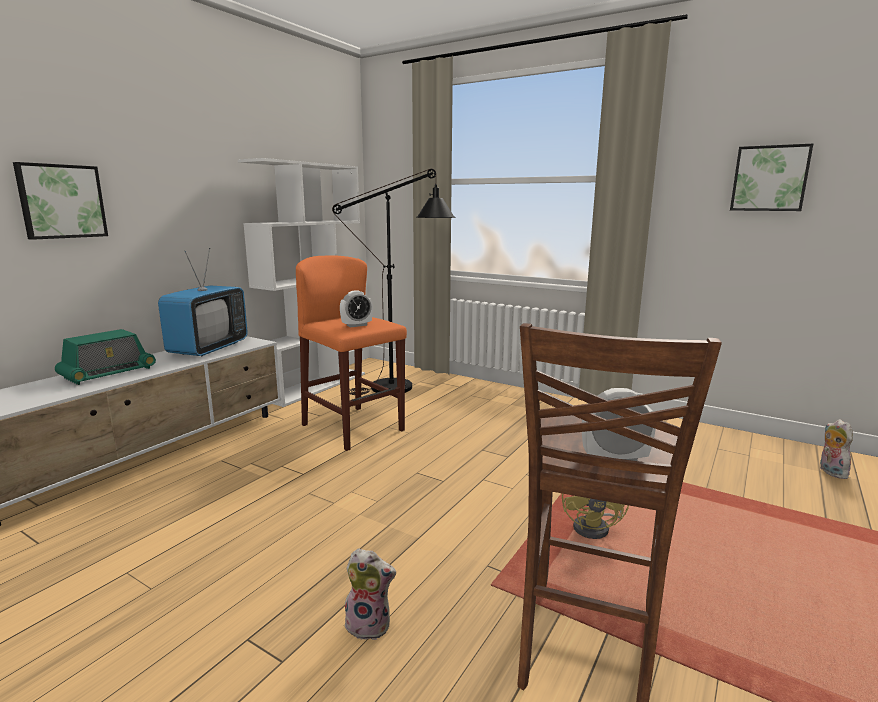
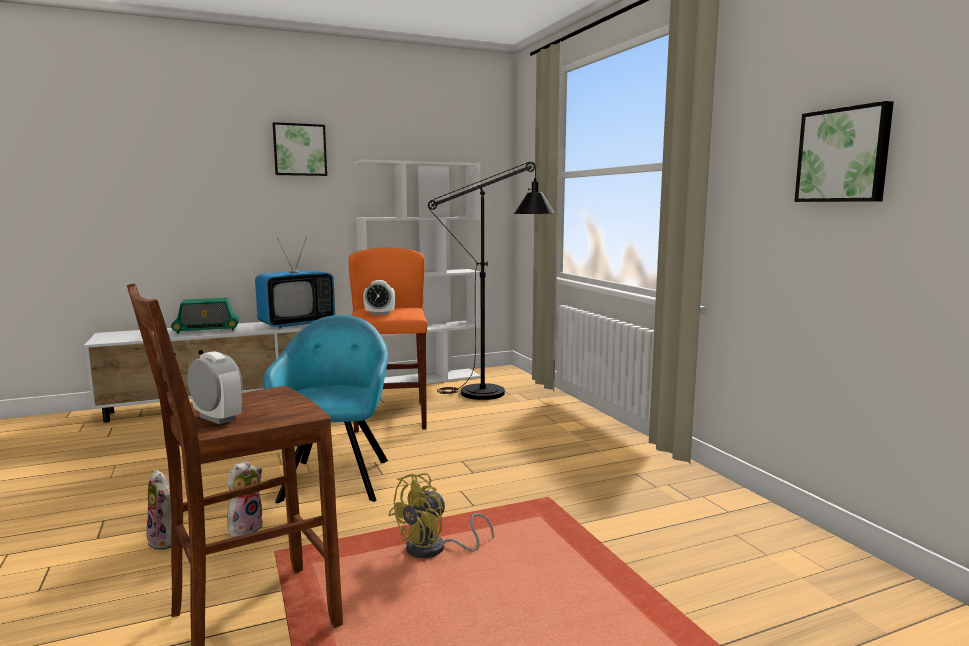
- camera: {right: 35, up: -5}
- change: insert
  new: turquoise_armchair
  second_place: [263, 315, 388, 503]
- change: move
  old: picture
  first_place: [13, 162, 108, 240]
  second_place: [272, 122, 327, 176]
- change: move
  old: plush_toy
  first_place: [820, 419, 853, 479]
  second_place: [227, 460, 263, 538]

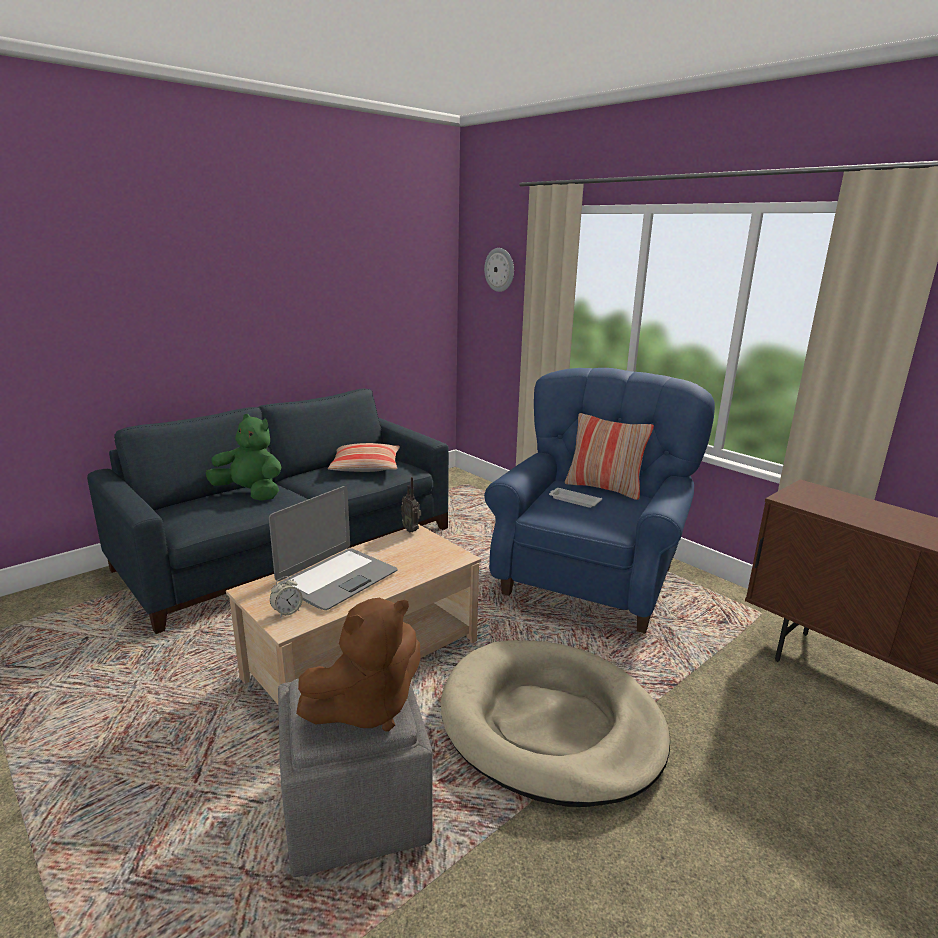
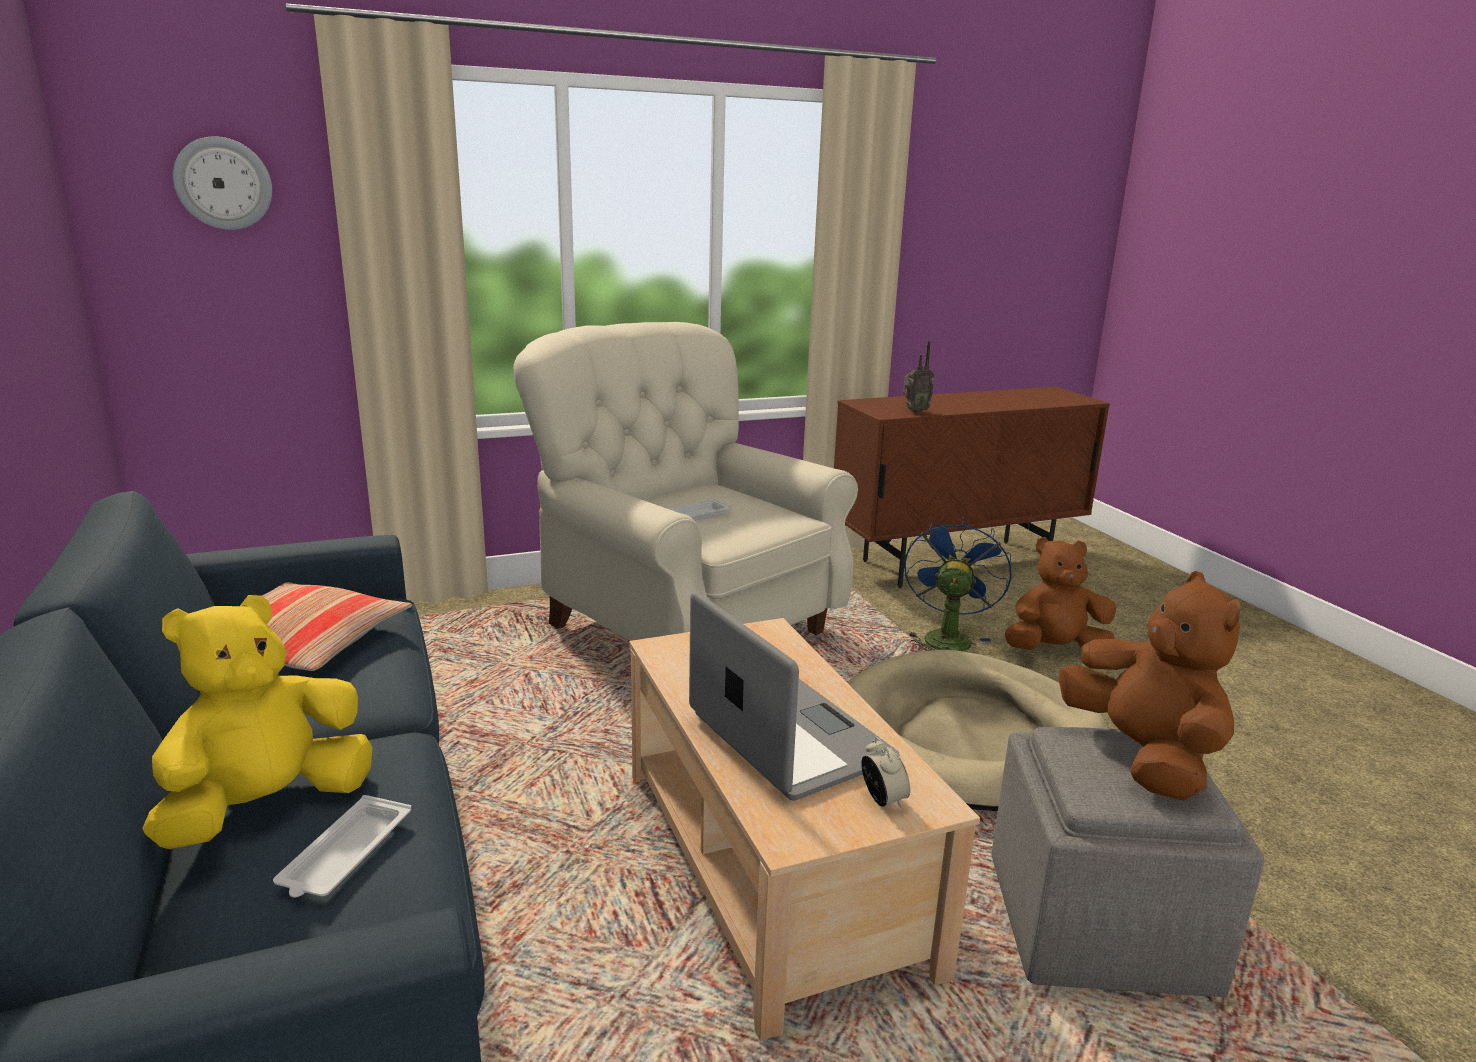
- camera: {right: -70, up: 0}
- change: delete
  old: pillow
  first_place: [565, 413, 654, 500]
- change: insert
  new: white_tray
  second_place: [273, 795, 411, 898]
- change: insert
  new: blue_fan
  second_place: [904, 516, 1012, 651]
- change: insert
  new: brown_plush_toy
  second_place: [1005, 537, 1116, 650]
- change: move
  old: radio
  first_place: [401, 477, 421, 532]
  second_place: [903, 341, 934, 413]
- change: recolor
  old: green_plush_toy
  new: yellow_plush_toy
  first_place: [206, 414, 281, 501]
  second_place: [142, 595, 373, 849]
- change: recolor
  old: blue_armchair
  new: beige_armchair
  first_place: [484, 368, 715, 633]
  second_place: [514, 322, 858, 641]

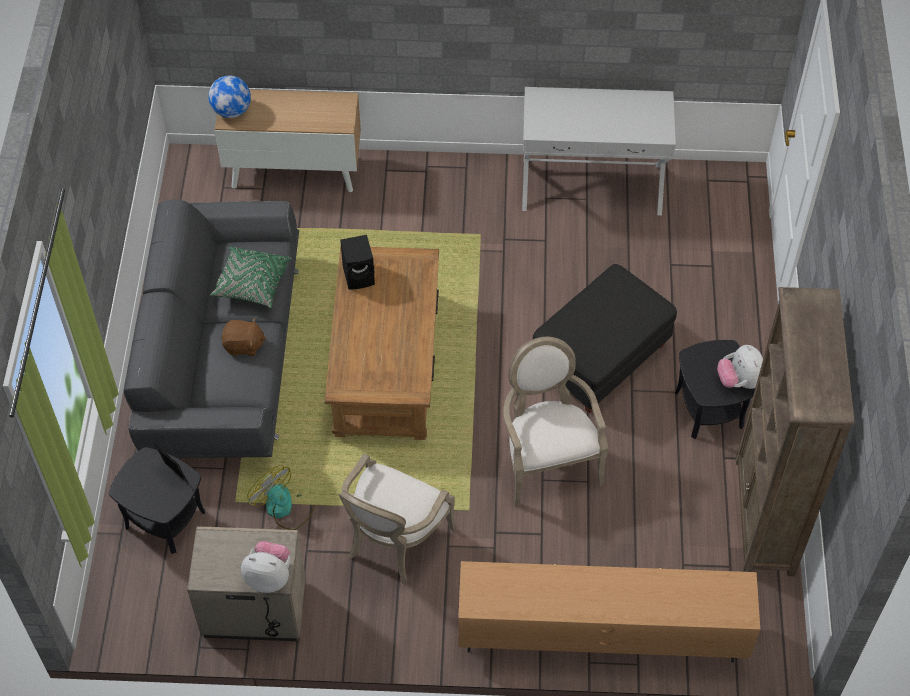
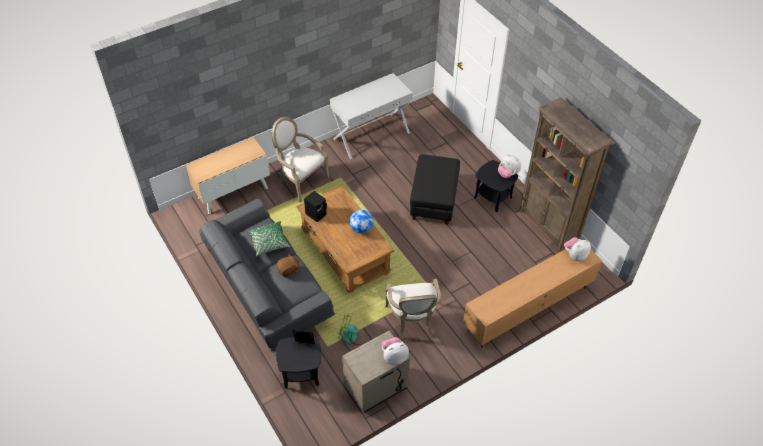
- camera: {right: -35, up: -5}
- change: insert
  new: plush_toy
  second_place: [564, 237, 591, 261]
- change: move
  old: globe
  first_place: [208, 75, 251, 118]
  second_place: [350, 210, 373, 234]
- change: move
  old: armchair
  first_place: [503, 337, 608, 507]
  second_place: [271, 117, 330, 203]

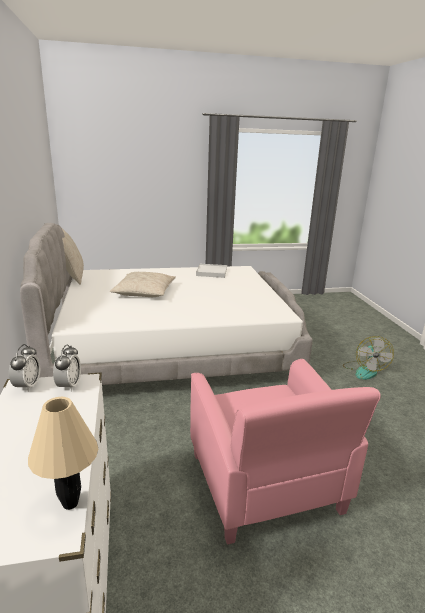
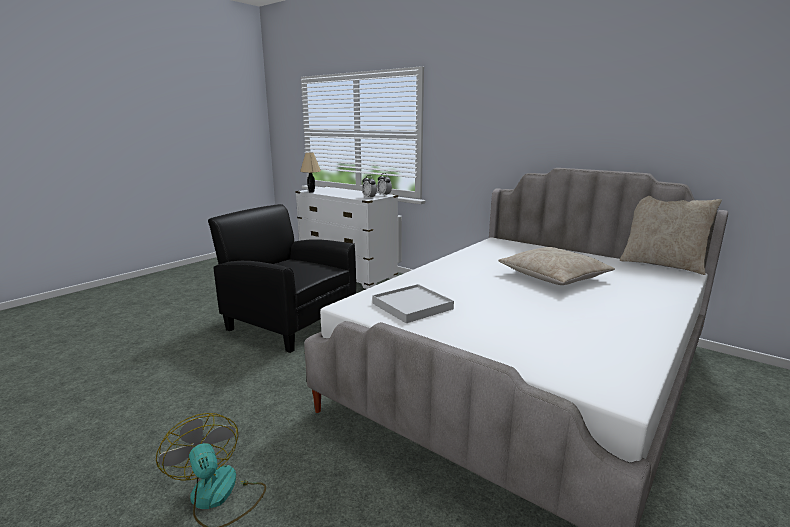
- camera: {right: 140, up: -5}
- change: move
  old: white_tray
  first_place: [196, 264, 227, 278]
  second_place: [372, 284, 454, 323]
- change: recolor
  old: pink_armchair
  new: black_armchair
  first_place: [190, 359, 381, 545]
  second_place: [208, 204, 356, 353]

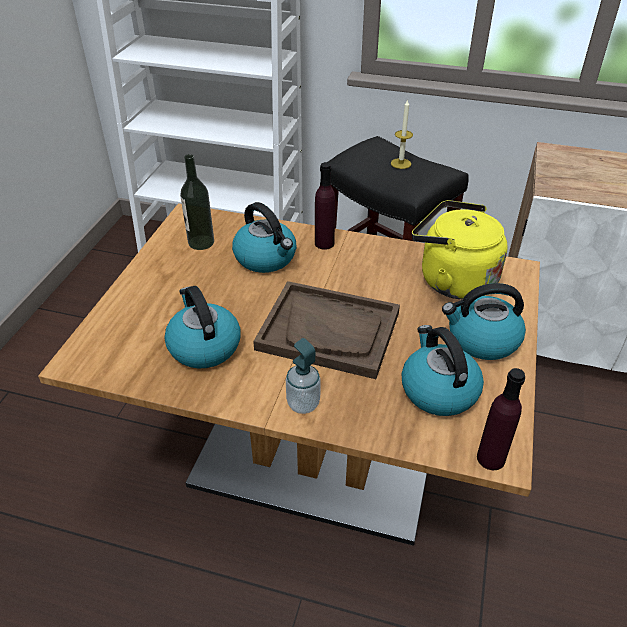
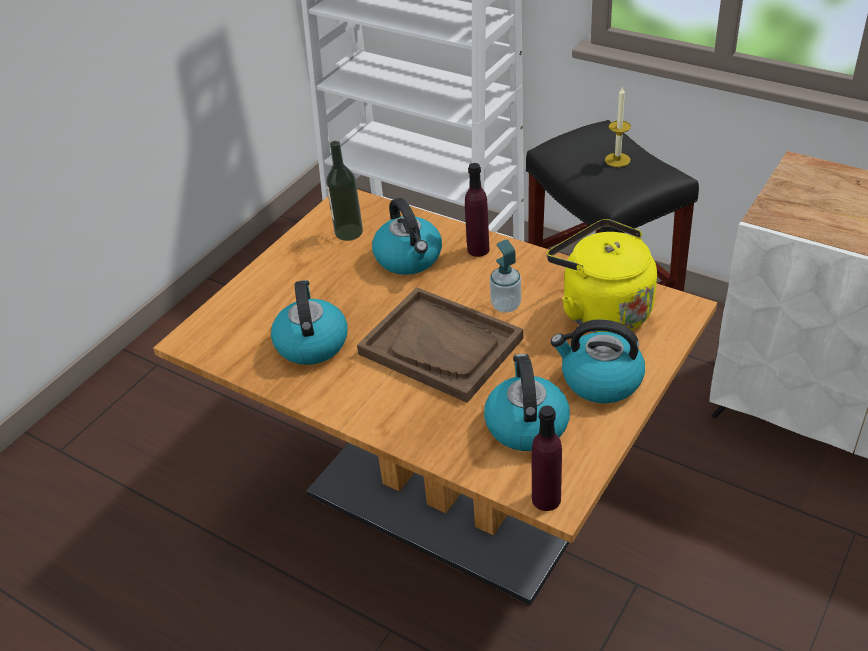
- camera: {right: 20, up: 0}
- change: move
  old: soap_dispenser
  first_place: [286, 338, 321, 414]
  second_place: [490, 239, 521, 313]

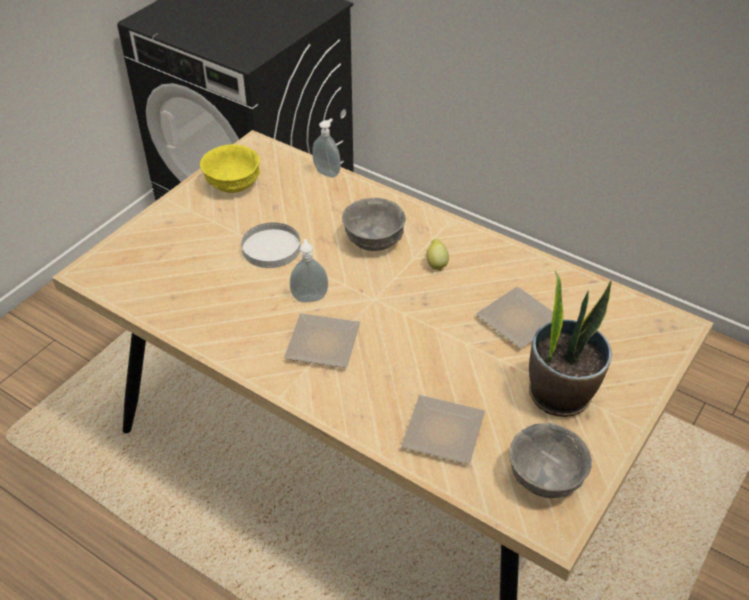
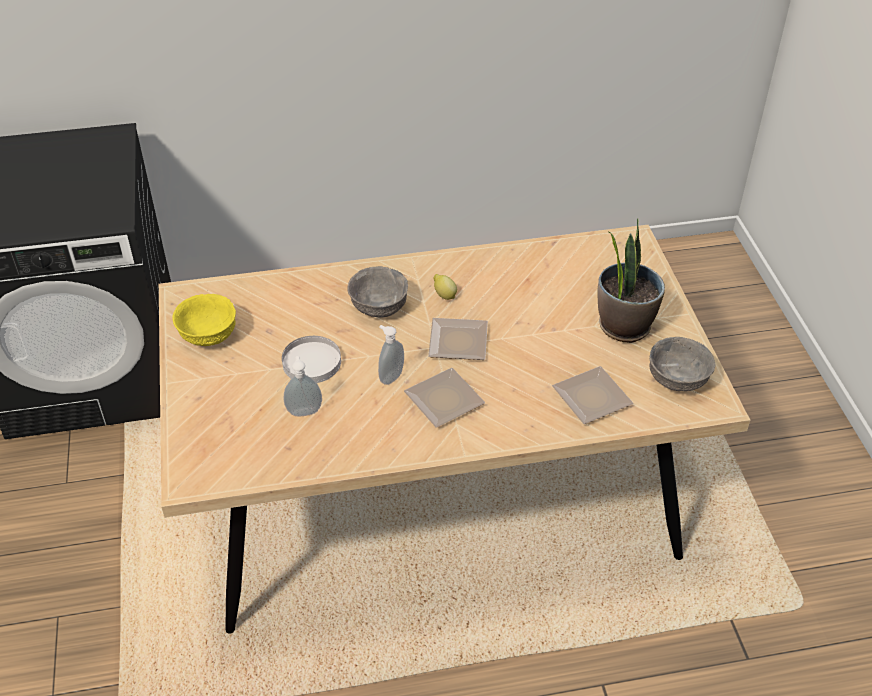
- camera: {right: -45, up: 0}
- change: move
  old: soap_dispenser
  first_place: [312, 118, 341, 178]
  second_place: [284, 356, 322, 416]
- change: move
  old: plate
  first_place: [476, 286, 553, 348]
  second_place: [428, 318, 488, 360]

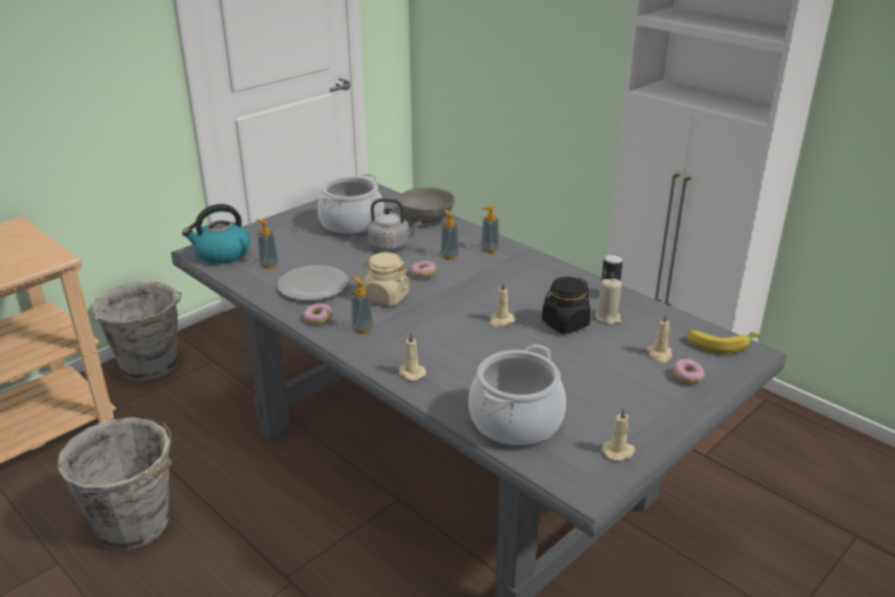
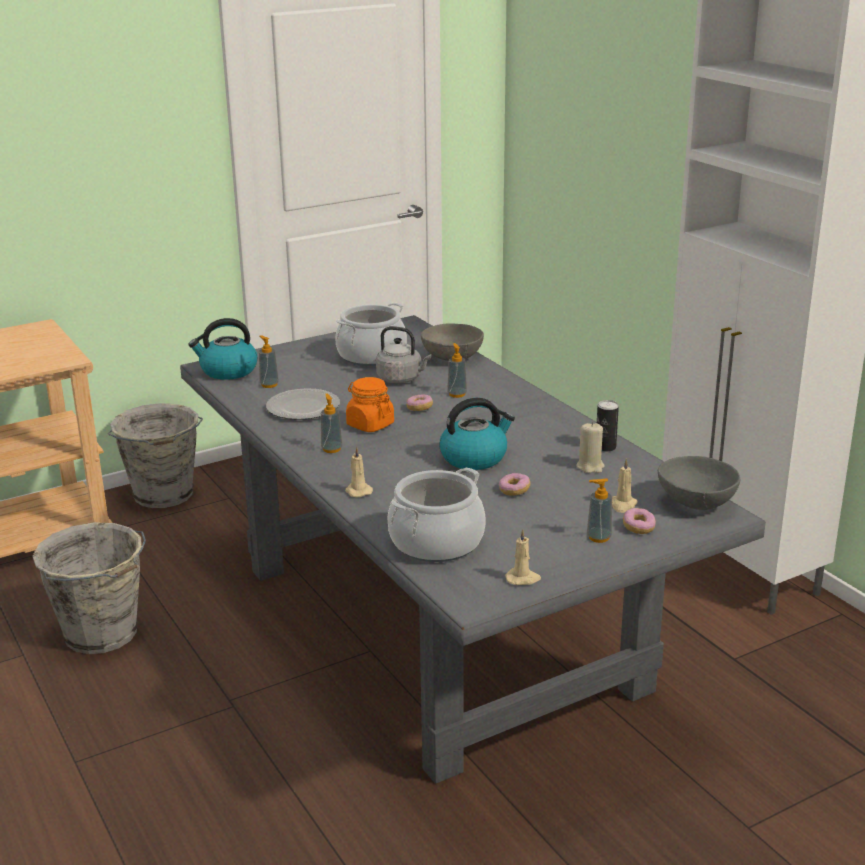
- camera: {right: 15, up: -5}
- change: delete
  old: black_jar
  first_place: [542, 277, 591, 334]
- change: move
  old: donut
  first_place: [303, 303, 332, 325]
  second_place: [499, 473, 530, 496]
- change: move
  old: soap_dispenser
  first_place: [481, 206, 499, 253]
  second_place: [587, 479, 612, 543]
- change: replace
  old: beige_candle
  new: kettle
  first_place: [489, 282, 515, 327]
  second_place: [439, 398, 515, 470]
- change: replace
  old: banana
  new: grey_bowl
  first_place: [687, 330, 762, 354]
  second_place: [658, 456, 740, 510]
- change: recolor
  old: beige_jar
  new: orange_jar
  first_place: [362, 252, 409, 306]
  second_place: [346, 377, 394, 432]

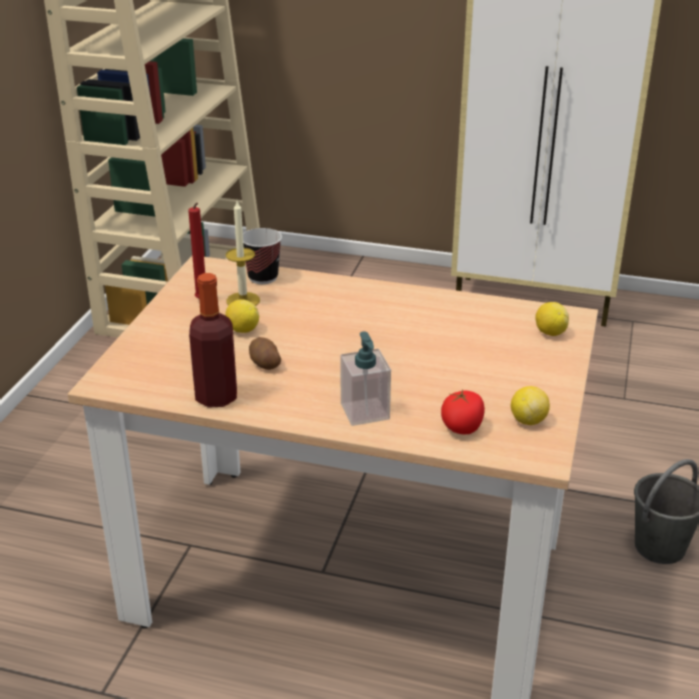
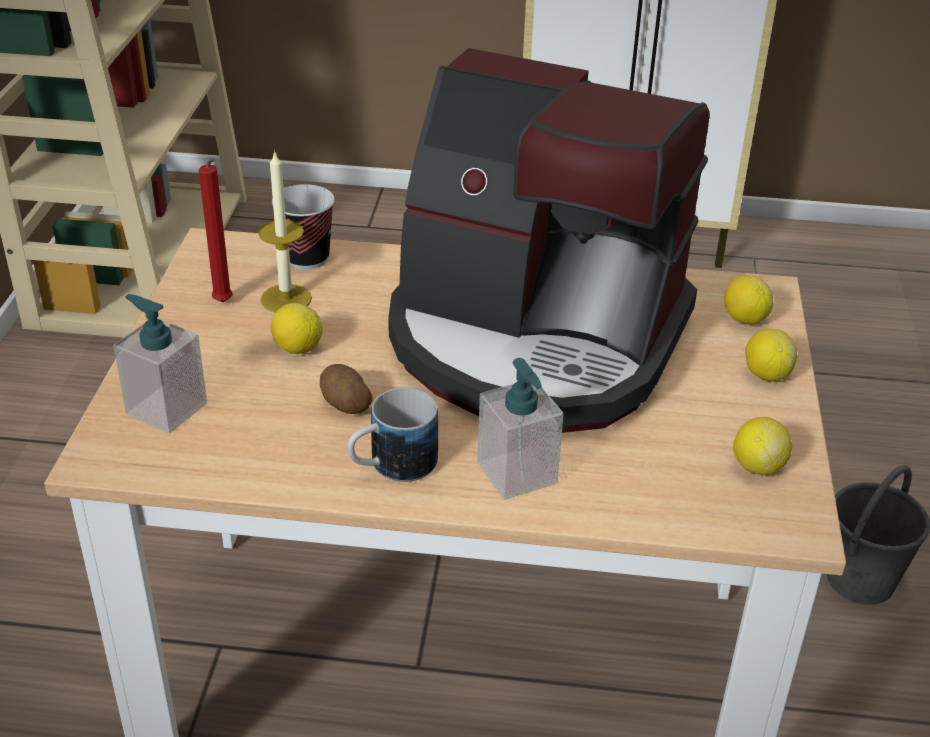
- camera: {right: -10, up: 5}
- change: delete
  old: bottle
  first_place: [189, 273, 237, 408]
- change: delete
  old: tomato
  first_place: [441, 390, 485, 434]
- change: insert
  new: soap_dispenser
  second_place: [114, 294, 207, 433]
- change: insert
  new: mug
  second_place: [348, 388, 438, 482]
- change: insert
  new: coffee_machine
  second_place: [388, 48, 709, 433]
- change: insert
  new: lemon
  second_place: [745, 329, 797, 382]

